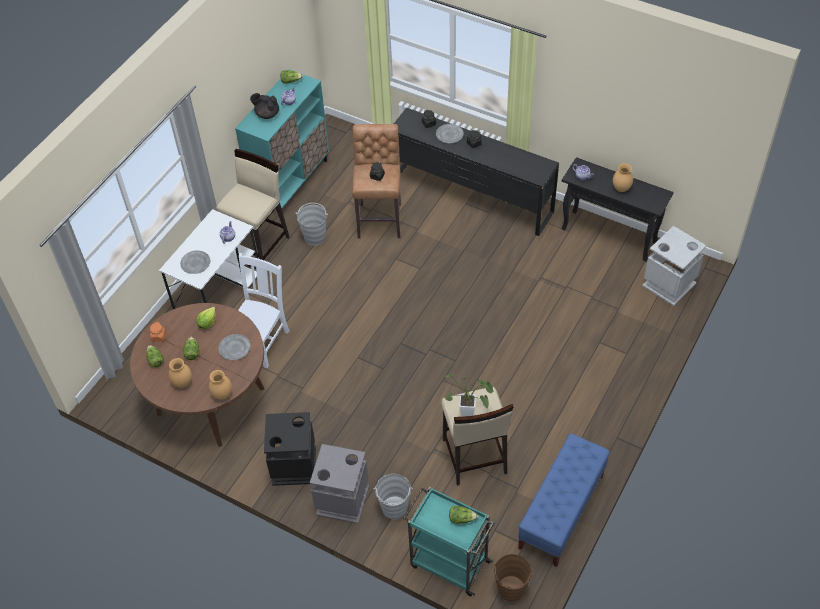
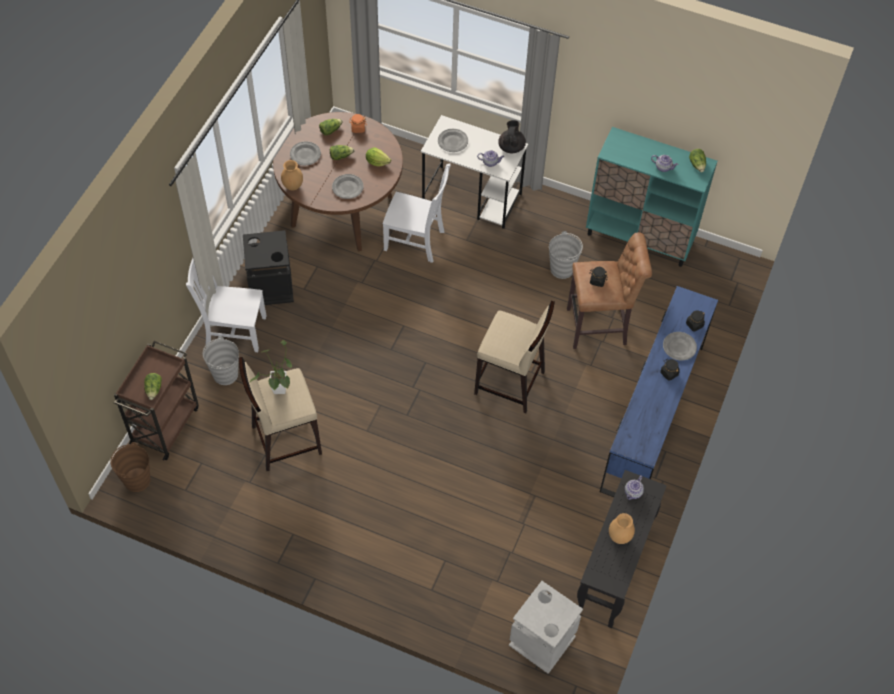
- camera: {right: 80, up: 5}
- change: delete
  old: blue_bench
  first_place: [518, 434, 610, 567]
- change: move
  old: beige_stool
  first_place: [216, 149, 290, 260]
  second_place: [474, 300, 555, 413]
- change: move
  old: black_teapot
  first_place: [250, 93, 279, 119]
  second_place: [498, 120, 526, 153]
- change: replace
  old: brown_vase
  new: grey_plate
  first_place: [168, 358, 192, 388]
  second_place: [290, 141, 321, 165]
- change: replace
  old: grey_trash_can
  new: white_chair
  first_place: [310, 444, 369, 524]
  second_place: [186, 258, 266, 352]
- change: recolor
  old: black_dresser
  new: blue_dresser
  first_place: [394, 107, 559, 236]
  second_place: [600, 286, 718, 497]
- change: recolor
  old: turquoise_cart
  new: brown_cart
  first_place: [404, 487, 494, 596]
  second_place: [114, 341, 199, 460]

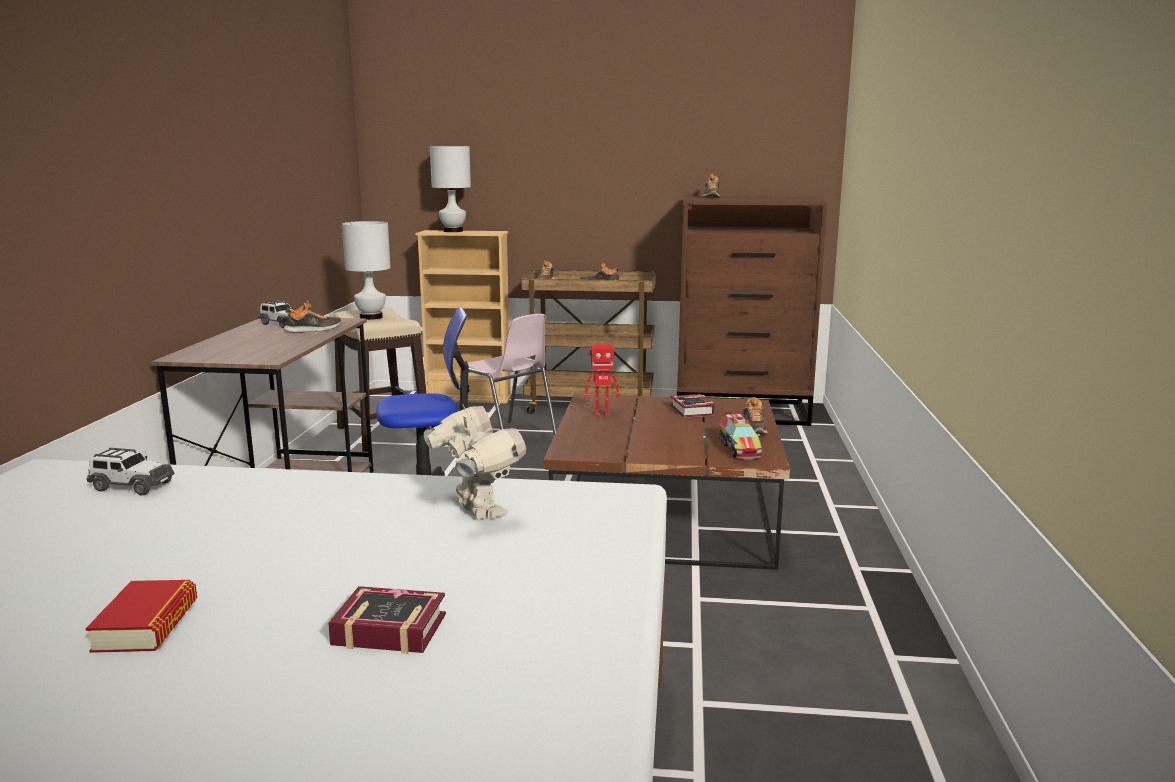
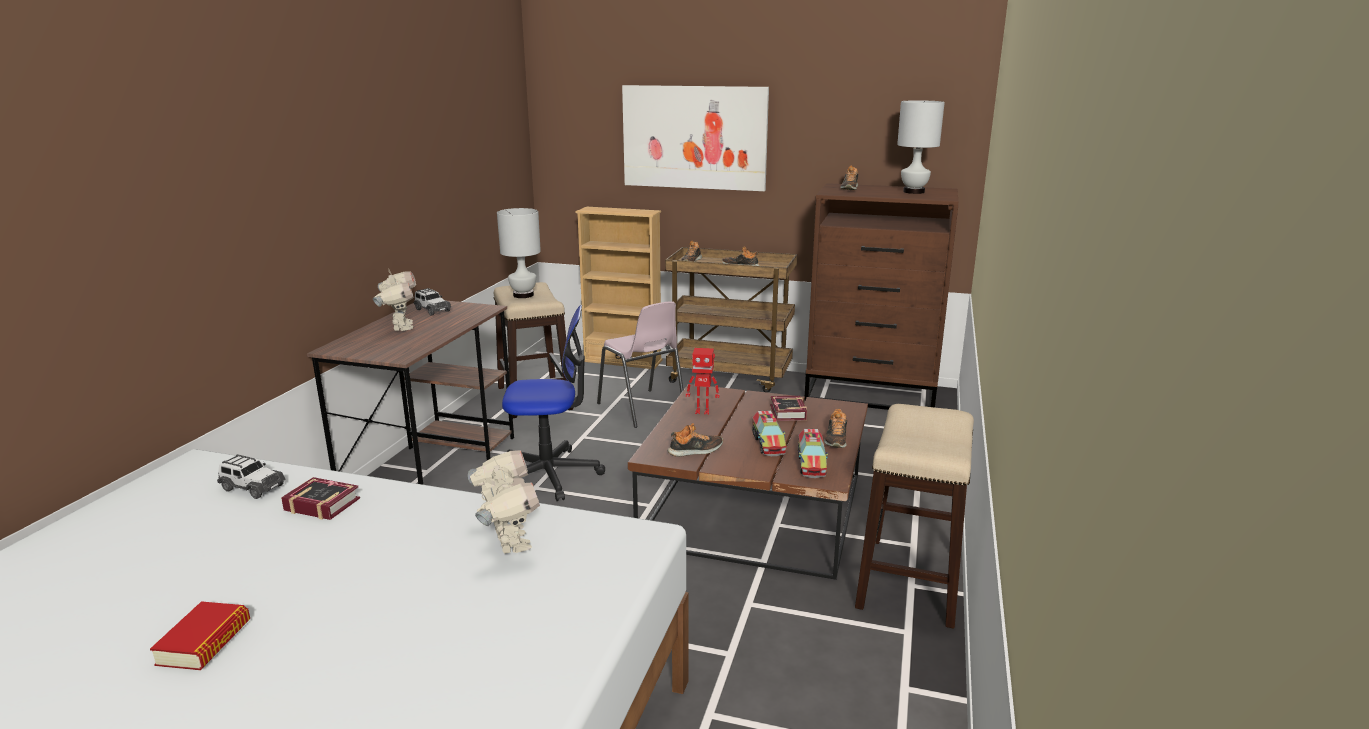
- camera: {right: 10, up: 5}
- change: insert
  new: toy_robot
  second_place: [373, 270, 416, 331]
- change: insert
  new: picture
  second_place: [622, 85, 769, 191]
- change: insert
  new: toy_truck
  second_place: [752, 410, 787, 456]
- change: insert
  new: stool
  second_place: [855, 404, 974, 629]
- change: move
  old: shoe
  first_place: [283, 301, 342, 333]
  second_place: [667, 423, 723, 457]
- change: move
  old: book
  first_place: [328, 586, 446, 654]
  second_place: [281, 477, 360, 520]
- change: move
  old: white_table_lamp
  first_place: [430, 146, 471, 232]
  second_place: [897, 100, 945, 194]

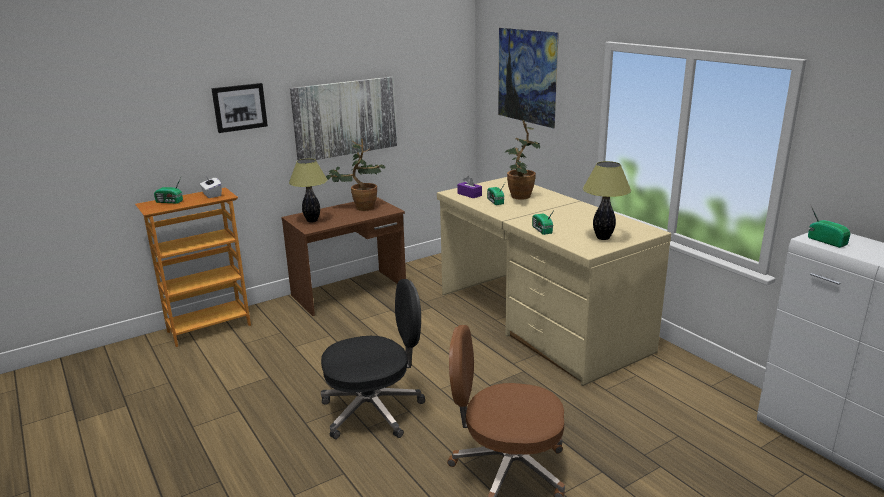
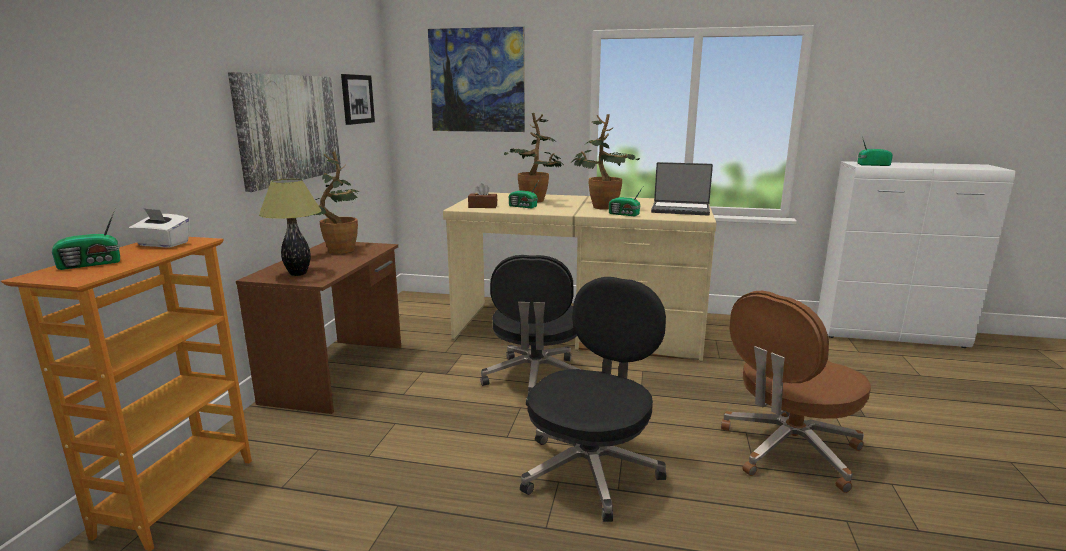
- camera: {right: -45, up: -5}
- change: insert
  new: black_office_chair
  second_place: [480, 255, 579, 406]
- change: insert
  new: potted_plant
  second_place: [571, 114, 640, 210]
- change: move
  old: picture
  first_place: [211, 83, 268, 133]
  second_place: [341, 74, 375, 125]
- change: replace
  old: table_lamp
  new: laptop
  first_place: [583, 161, 631, 240]
  second_place: [651, 162, 713, 215]
- change: recolor
  old: purple_tissue_box
  new: brown_tissue_box
  first_place: [457, 176, 482, 198]
  second_place: [468, 183, 497, 208]

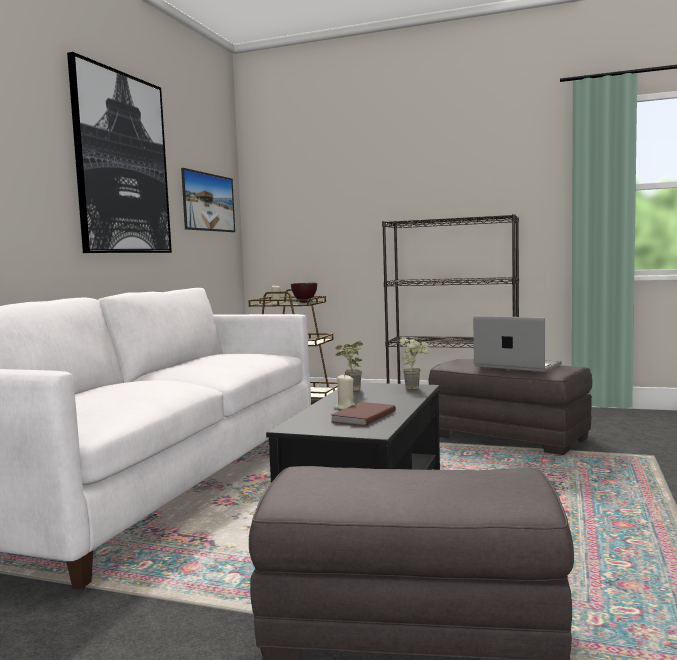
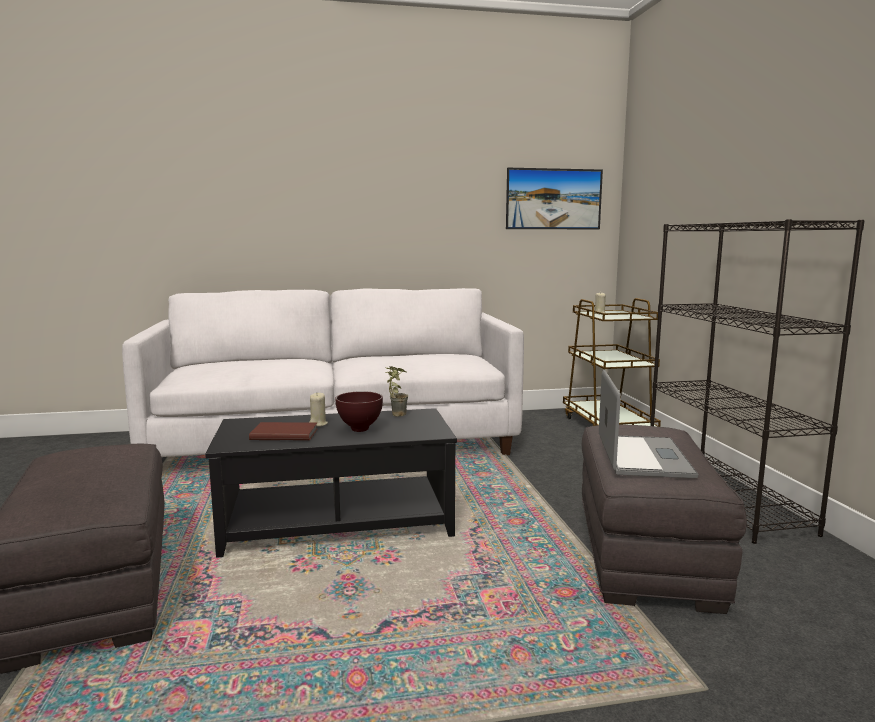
- camera: {right: 60, up: 5}
- change: delete
  old: picture
  first_place: [67, 52, 172, 253]
- change: delete
  old: potted_plant
  first_place: [400, 337, 428, 389]
- change: move
  old: brown_bowl
  first_place: [291, 283, 317, 303]
  second_place: [336, 391, 383, 432]

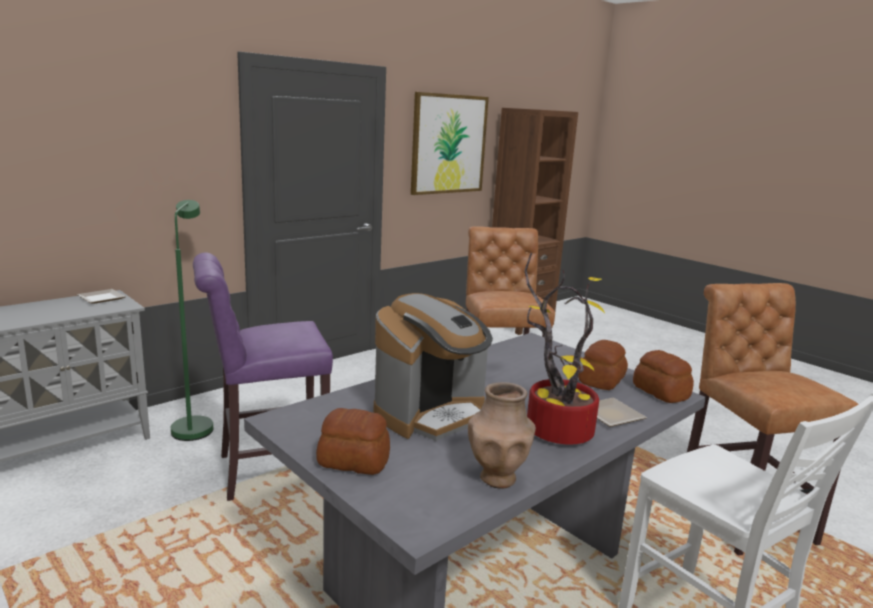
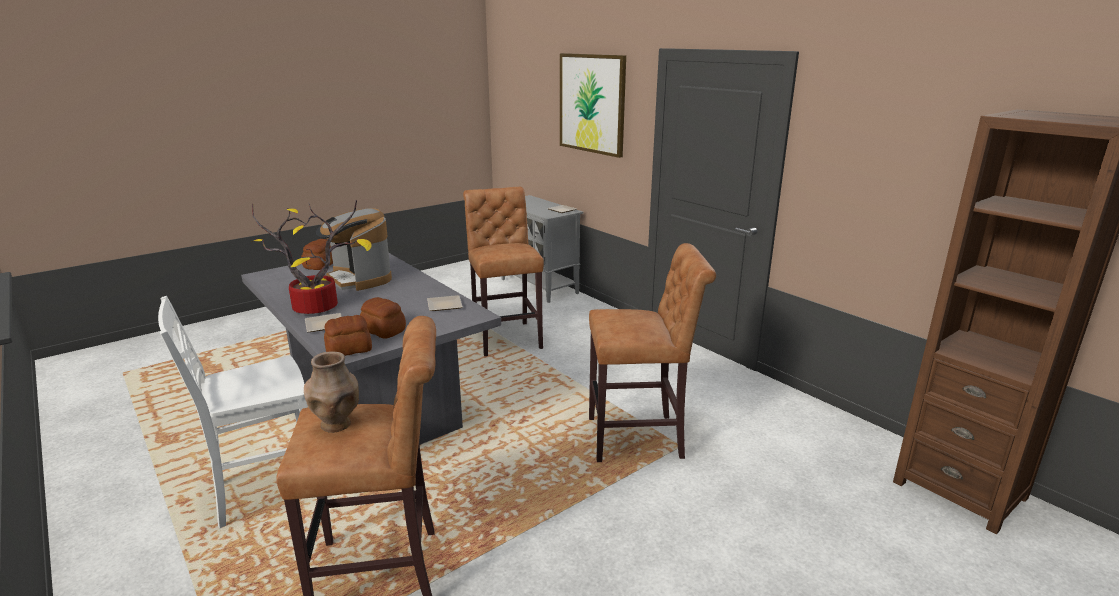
- camera: {right: 95, up: 5}
- change: delete
  old: green_floor_lamp
  first_place: [171, 200, 213, 441]
- change: insert
  new: plate
  second_place: [427, 295, 463, 311]
- change: move
  old: picture
  first_place: [411, 92, 489, 195]
  second_place: [560, 53, 626, 158]
- change: move
  old: brown_vase
  first_place: [468, 382, 536, 489]
  second_place: [304, 352, 359, 433]
- change: recolor
  old: purple_stool
  new: brown_stool
  first_place: [193, 253, 333, 501]
  second_place: [463, 187, 544, 356]

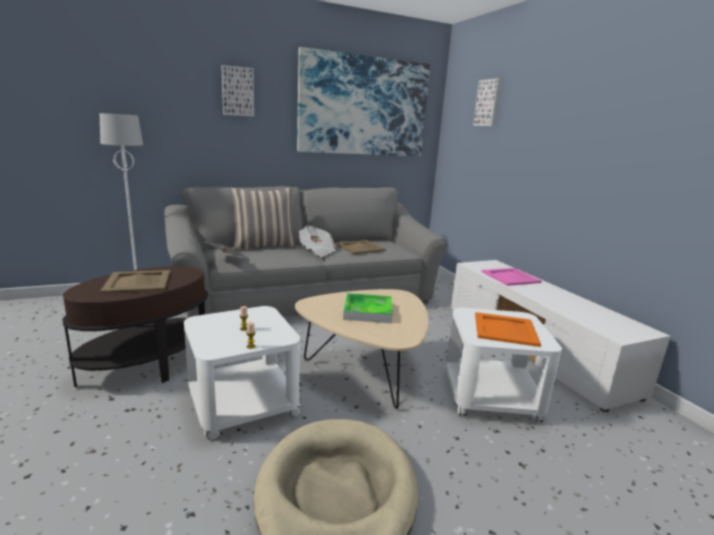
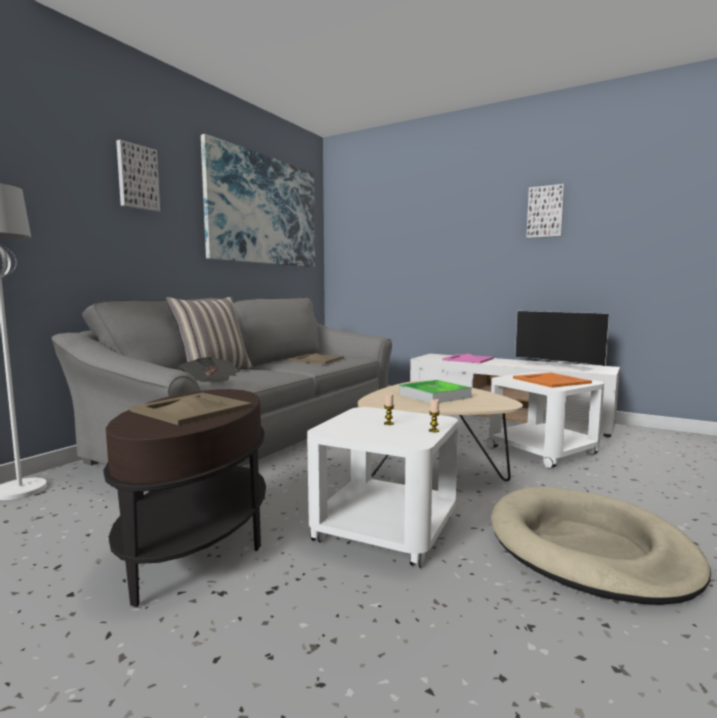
- camera: {right: -35, up: -10}
- change: delete
  old: newspaper
  first_place: [299, 226, 336, 257]
- change: insert
  new: television
  second_place: [515, 311, 610, 371]
- change: move
  old: picture
  first_place: [473, 78, 502, 126]
  second_place: [526, 184, 565, 238]

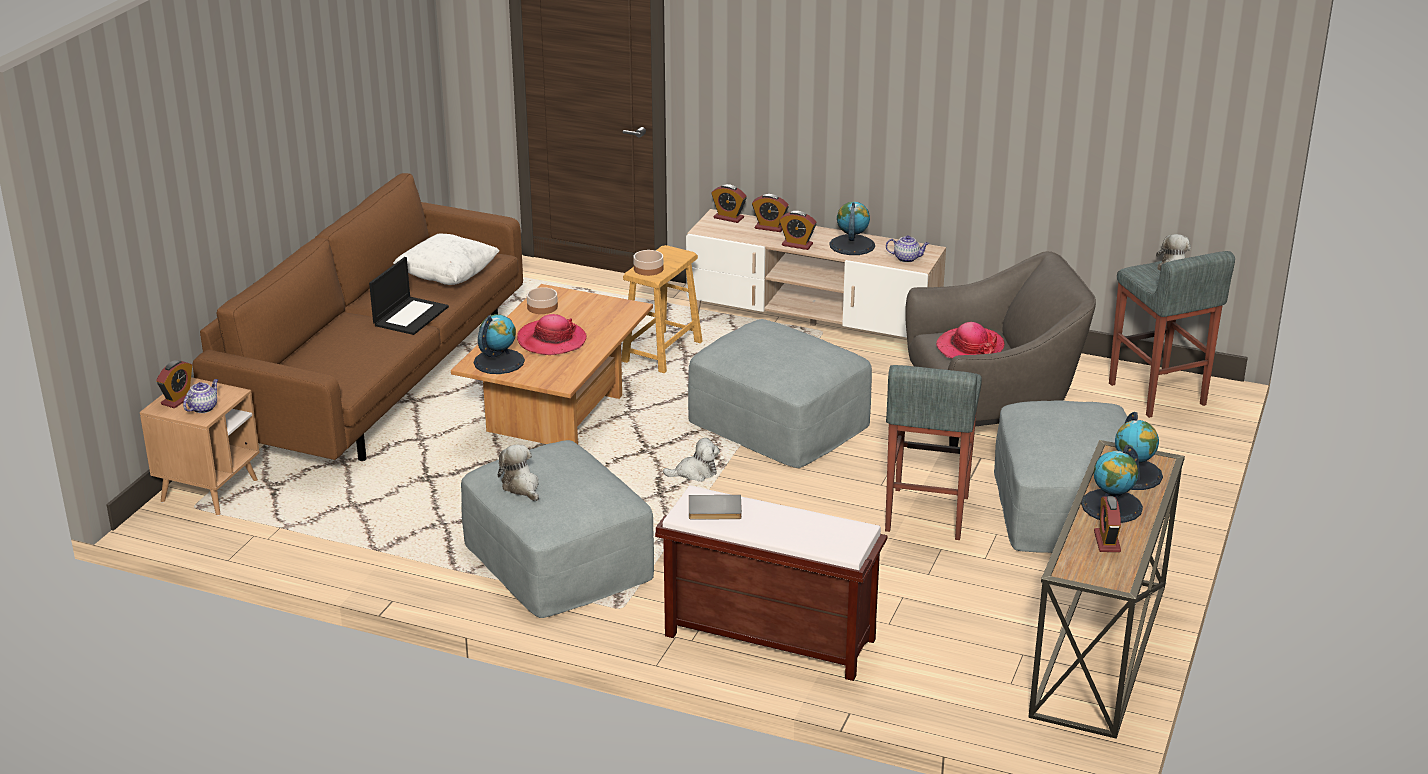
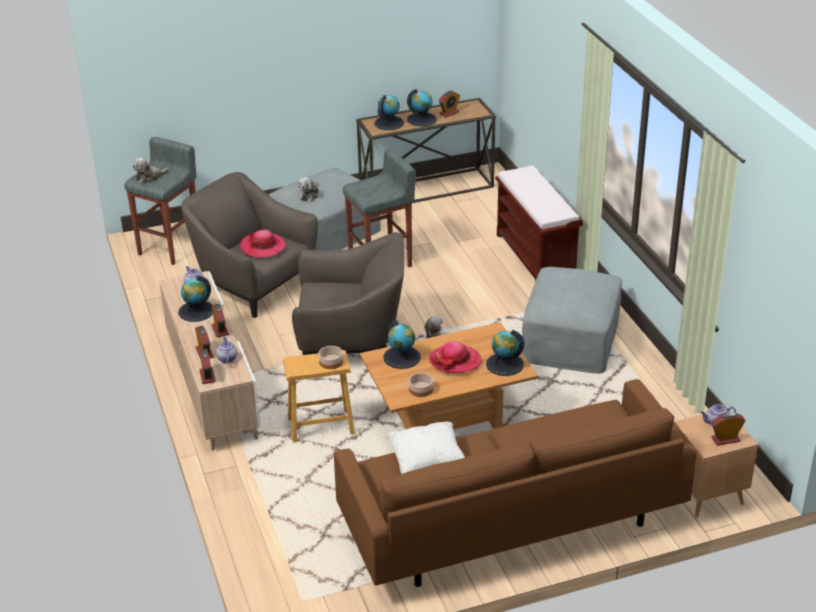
- camera: {right: -130, up: 5}
- change: delete
  old: laptop
  first_place: [369, 257, 449, 335]
- change: delete
  old: grey_book
  first_place: [689, 495, 742, 520]
- change: insert
  new: teapot
  second_place: [216, 337, 238, 364]
- change: insert
  new: globe
  second_place: [383, 320, 421, 369]
- change: move
  old: plush_toy
  first_place: [498, 445, 539, 501]
  second_place: [297, 177, 319, 202]
- change: replace
  old: grey_ottoman
  new: grey_armchair
  first_place: [688, 319, 872, 468]
  second_place: [292, 232, 404, 355]

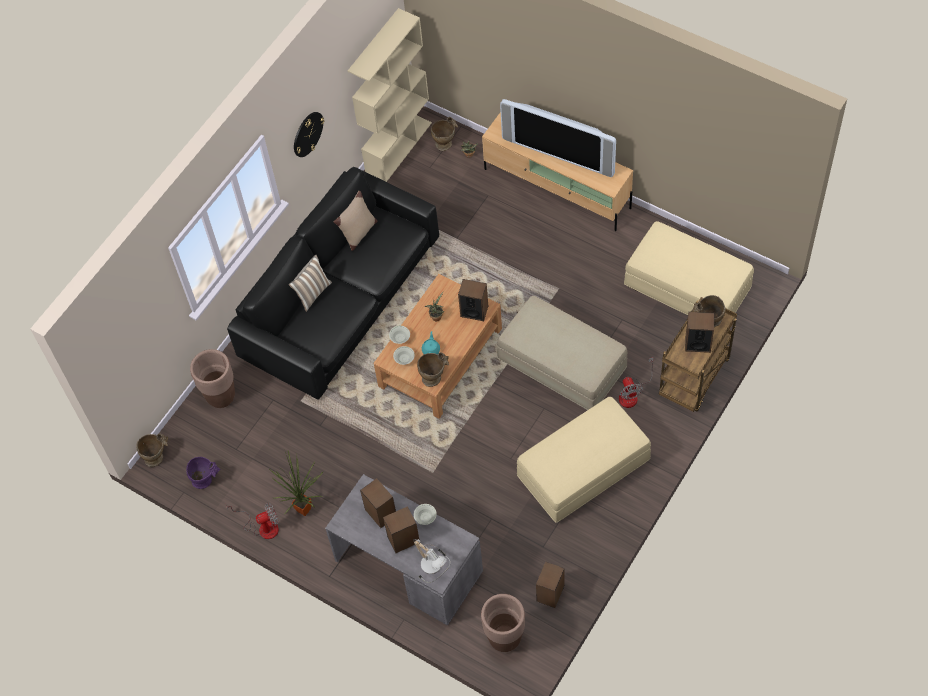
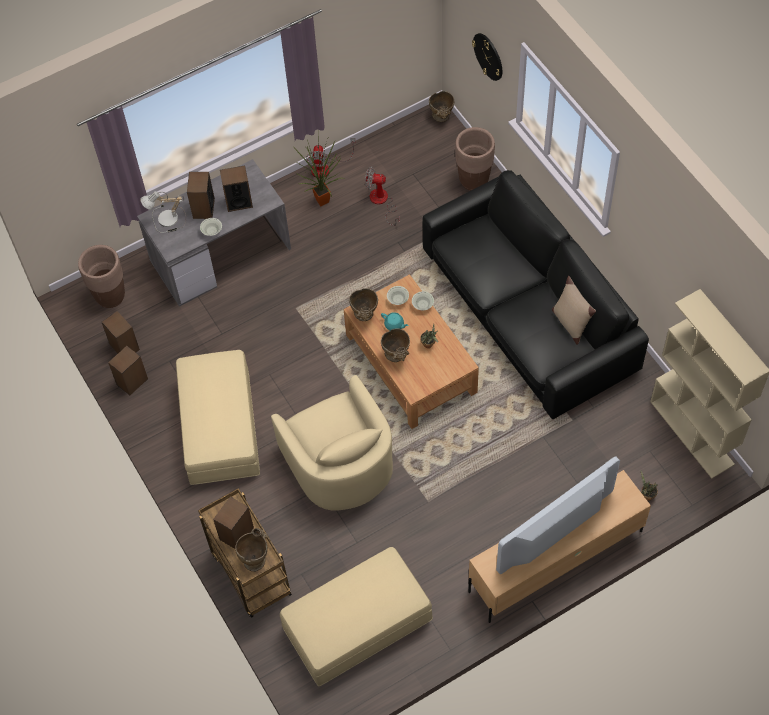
- camera: {right: 115, up: 0}
- change: delete
  old: purple_vase
  first_place: [186, 457, 220, 489]
- change: delete
  old: pillow
  first_place: [289, 255, 332, 312]
- change: move
  old: wall_clock
  first_place: [294, 112, 324, 157]
  second_place: [472, 33, 503, 81]
- change: move
  old: beige_vase
  first_place: [431, 117, 458, 151]
  second_place: [381, 328, 410, 362]
- change: move
  old: speaker
  first_place: [458, 279, 488, 321]
  second_place: [108, 346, 148, 395]
- change: move
  old: fan
  first_place: [619, 357, 654, 408]
  second_place: [365, 167, 400, 226]
- change: replace
  old: beige_ottoman
  new: beige_armchair
  first_place: [497, 296, 628, 410]
  second_place: [271, 375, 393, 511]

